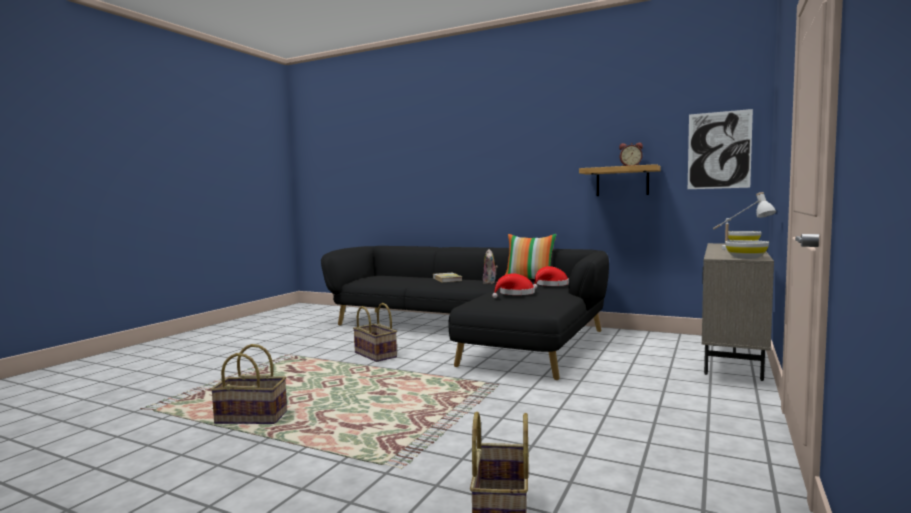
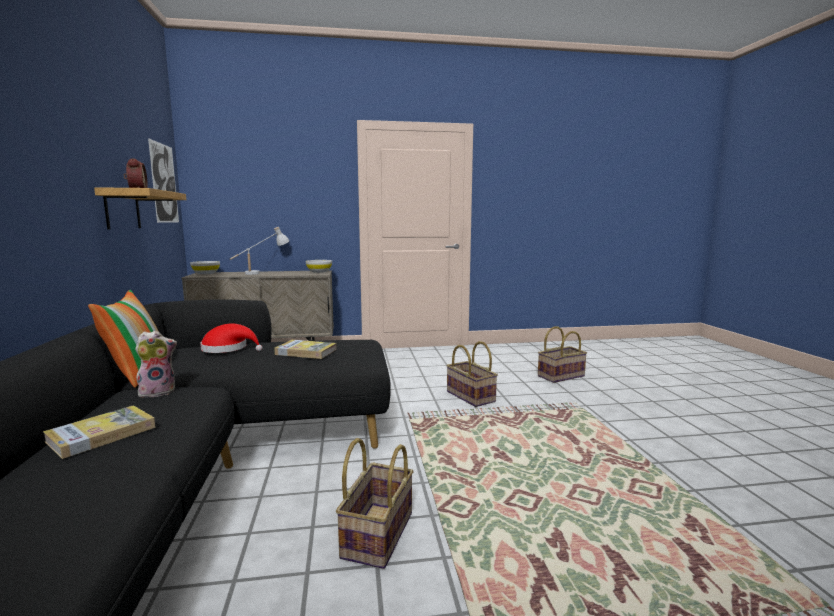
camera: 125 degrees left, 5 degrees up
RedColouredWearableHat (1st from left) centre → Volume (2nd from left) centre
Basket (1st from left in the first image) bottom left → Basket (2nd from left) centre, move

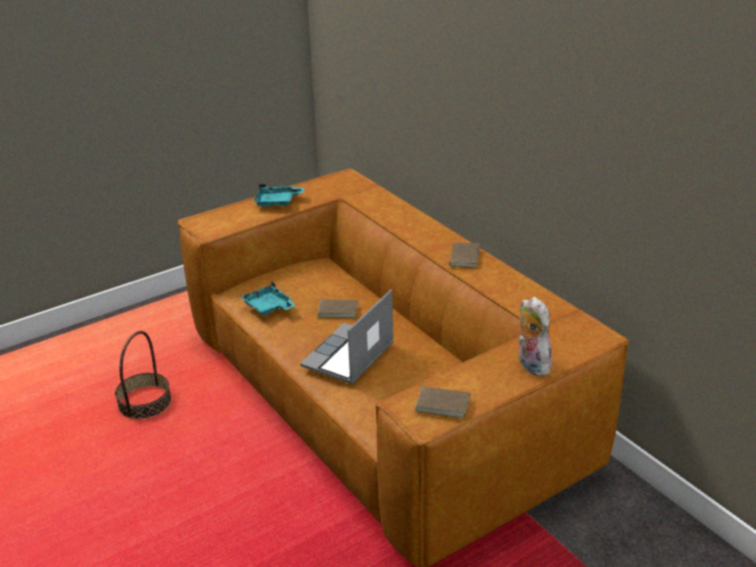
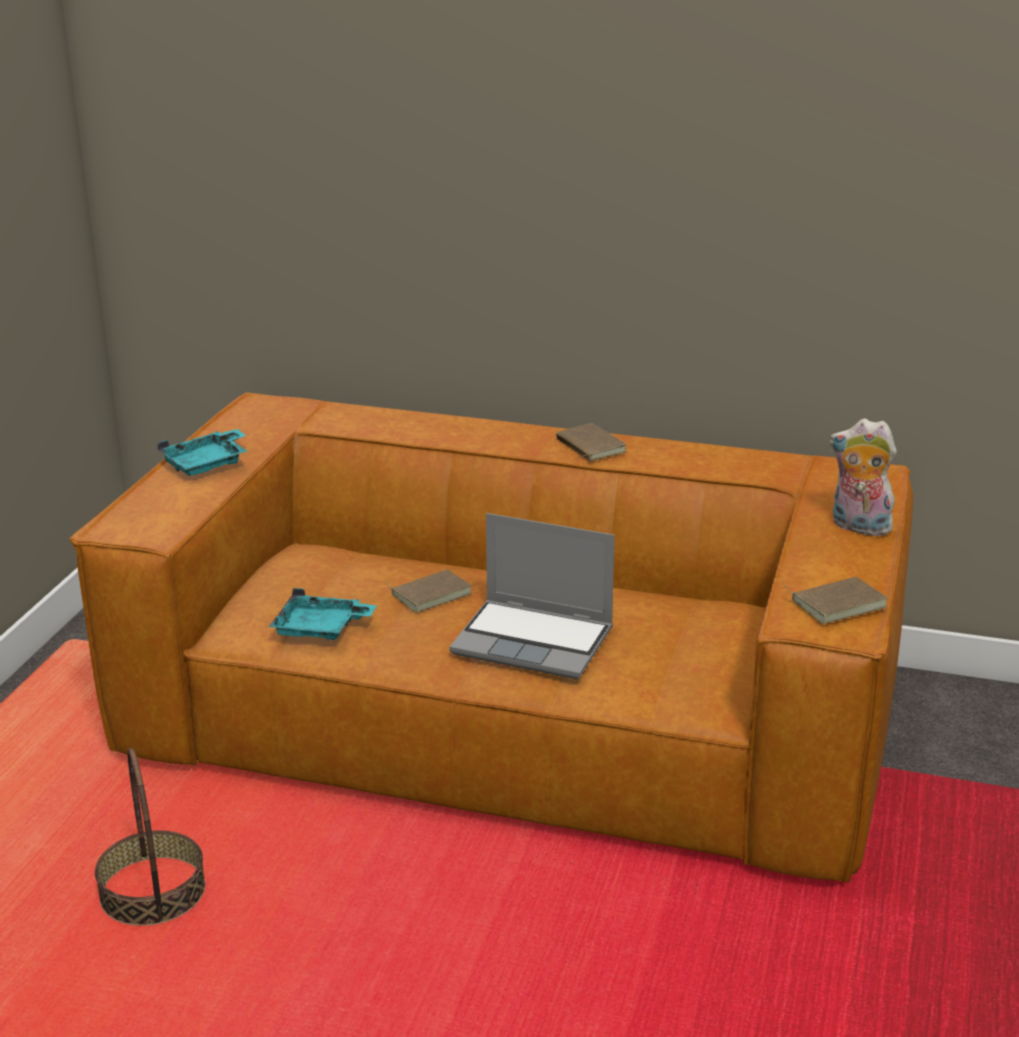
camera: 40 degrees left, 5 degrees down
NotebookComputer centre, 60 degrees counterclockwise

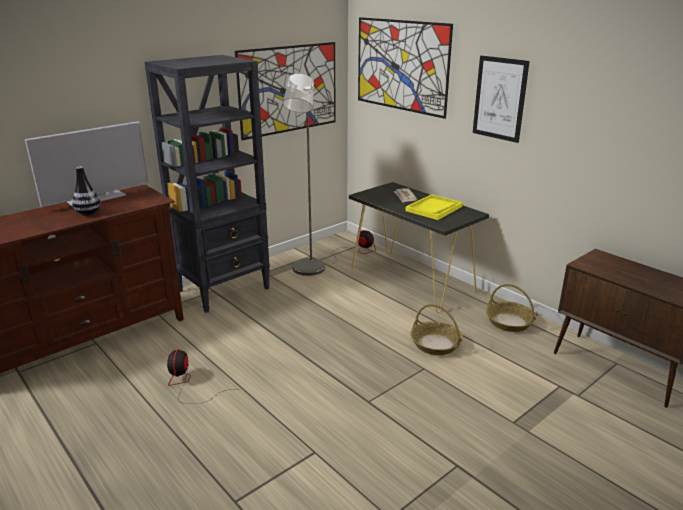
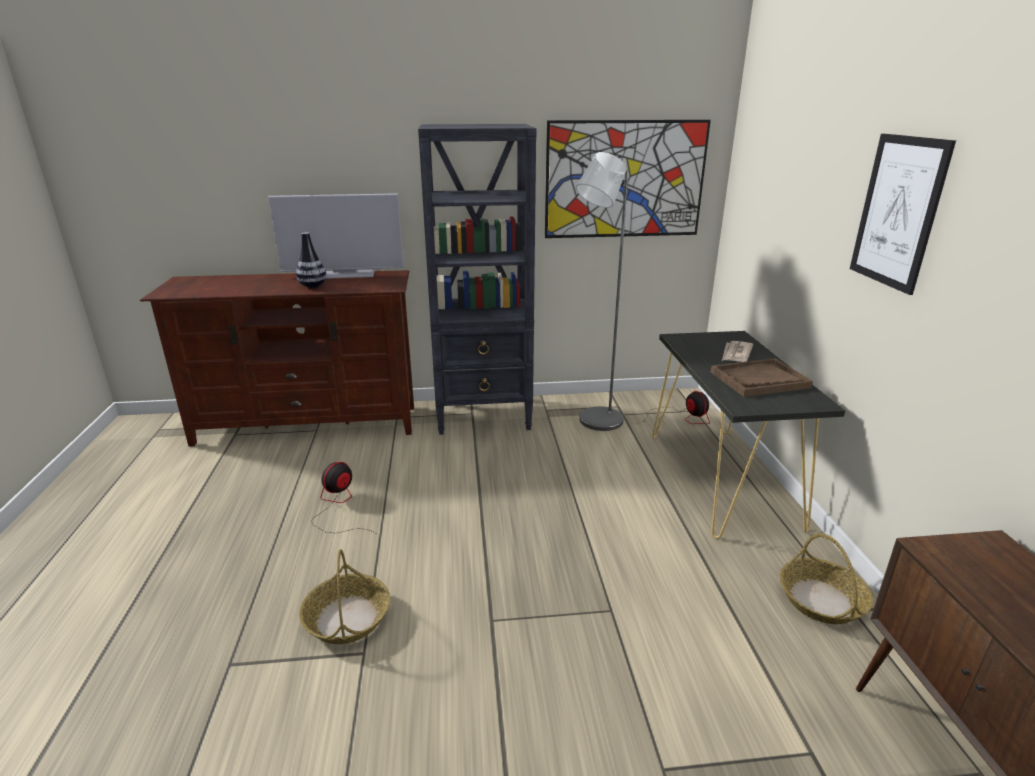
camera: 35 degrees right, 0 degrees up
Basket (1st from left) centre → Basket (1st from left) bottom left, move
YellowishCarryingTray centre → BrownishCarryingTray middle right
WallPicture (2nd from left) top centre → -

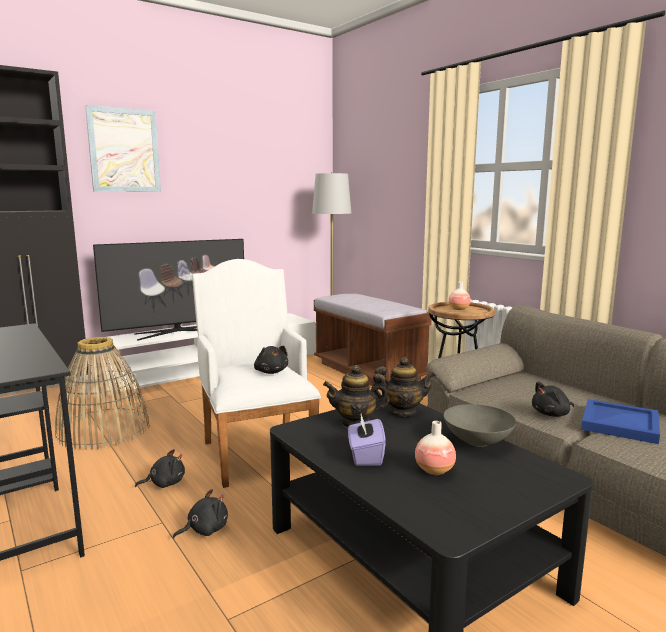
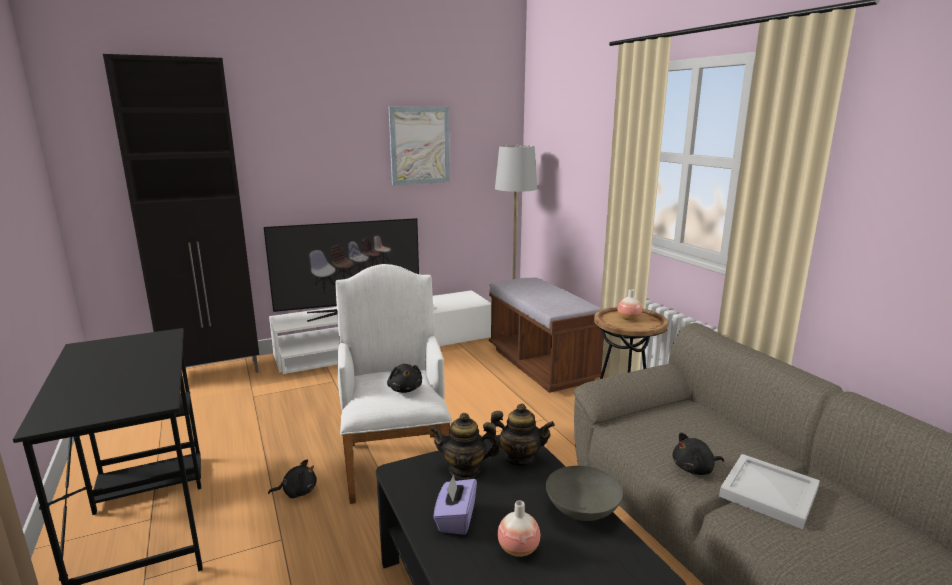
camera: 10 degrees right, 5 degrees up
WallPicture top left → WallPicture top centre, move
BlueCarryingTray middle right → WhiteColouredCarryingTray bottom right
Basket middle left → -
BlackishPlushToy (2nd from left) bottom left → -

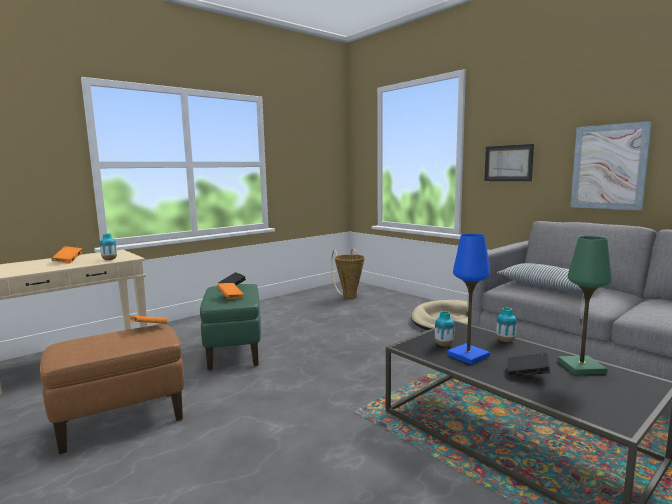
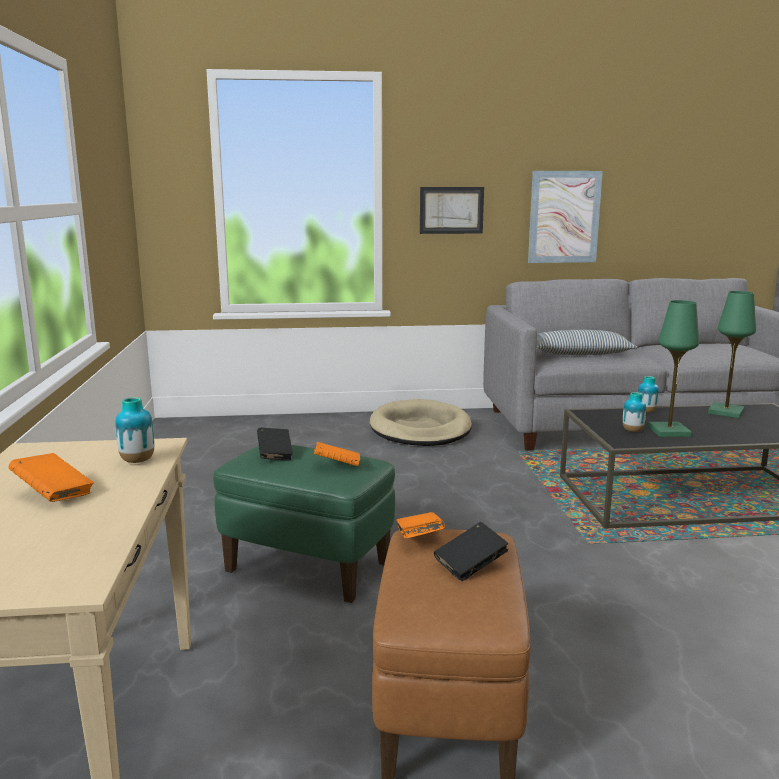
camera: 55 degrees left, 5 degrees up
BlackishVolume (2nd from left) bottom right → BlackishVolume (2nd from left) bottom centre, move
BlueTableLamp middle right → GreenColouredTableLamp (1st from left) middle right
Basket centre → -

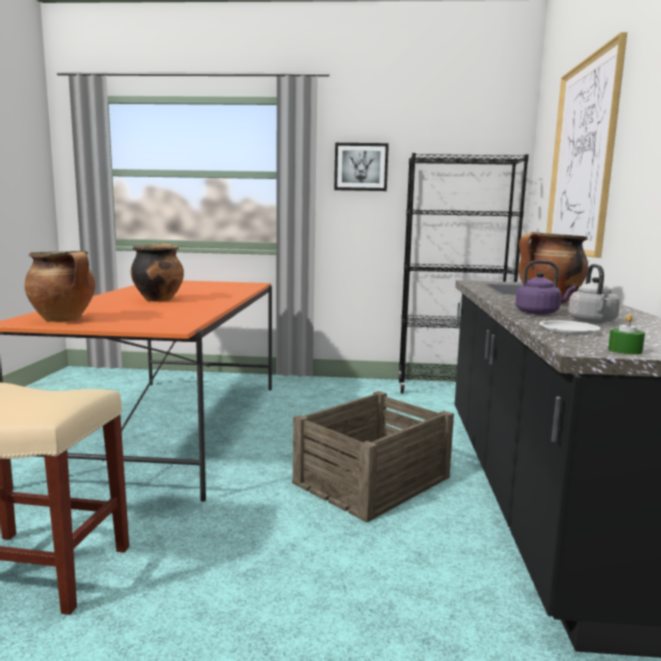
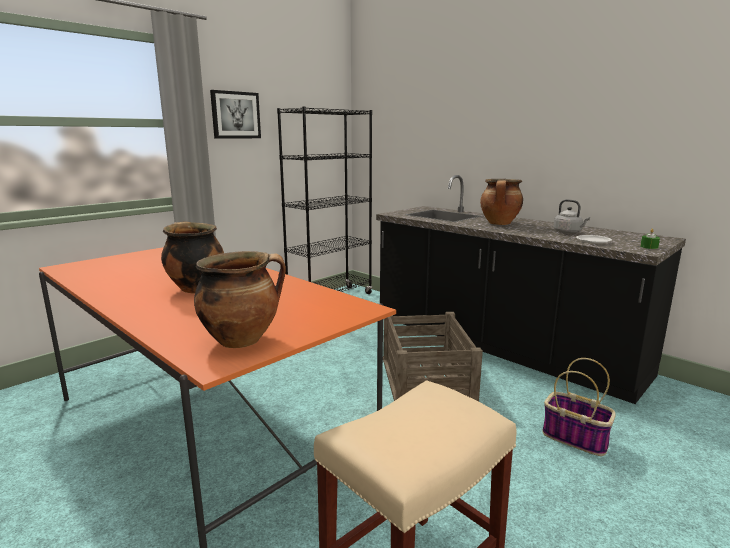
camera: 50 degrees left, 5 degrees up
- → Basket bottom right
PurplishTeaKettle middle right → -
WallPicture (2nd from left) top right → -

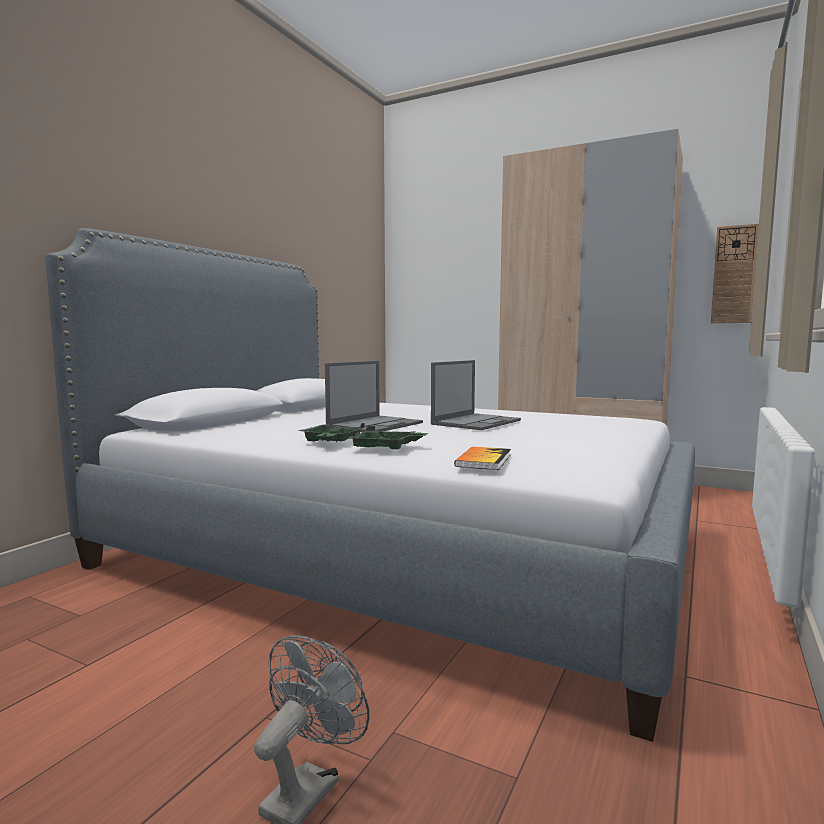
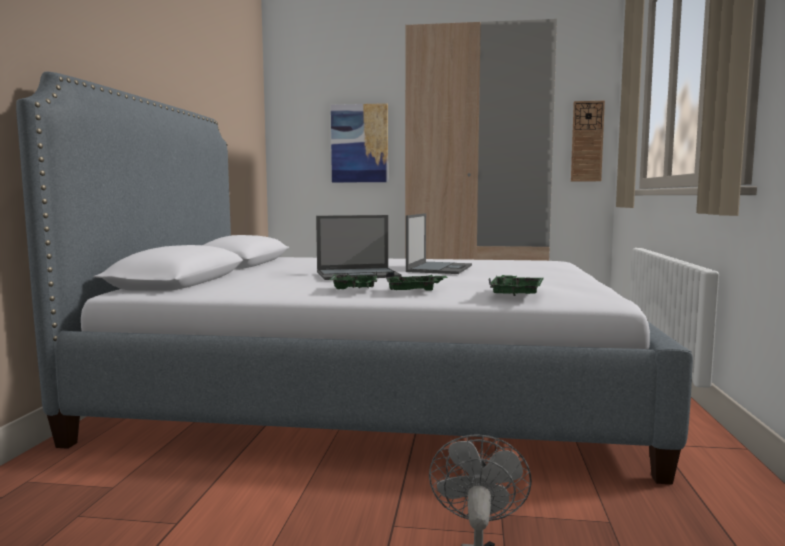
camera: 20 degrees left, 0 degrees up
NotebookComputer (1st from left) centre, 60 degrees clockwise
- → WallPicture top centre
Volume centre → GreenColouredCarryingTray (3rd from left) centre

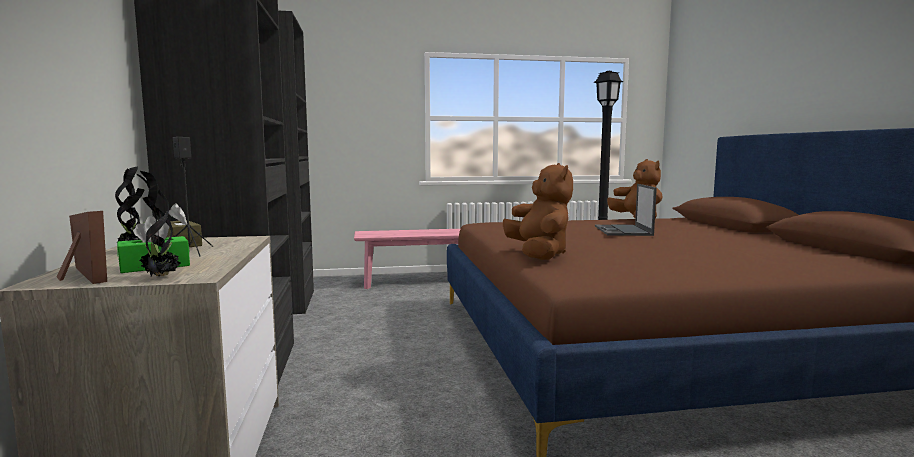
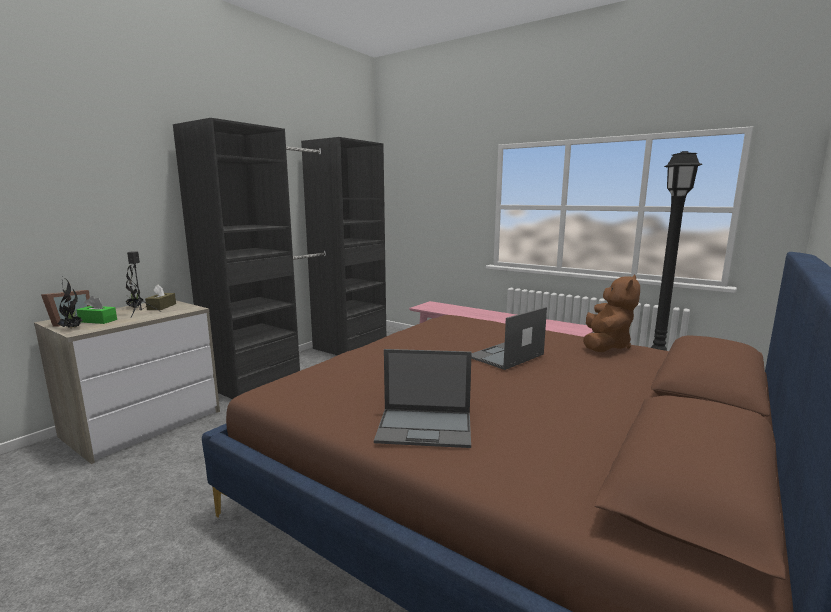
camera: 45 degrees right, 5 degrees up
- → NotebookComputer (1st from left) centre
BrownishPlushToy (1st from left) centre → -

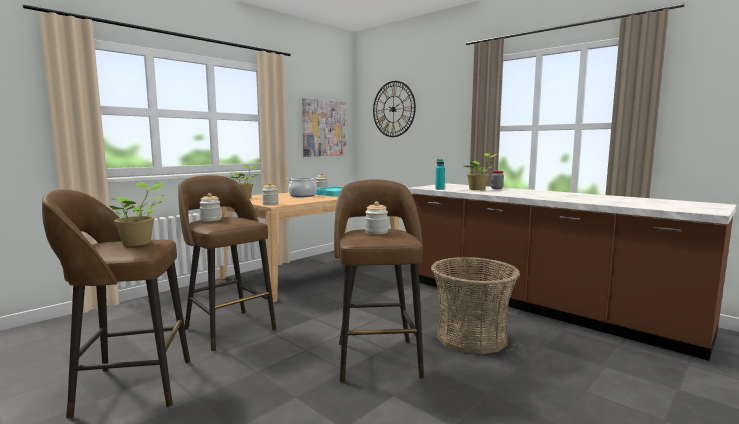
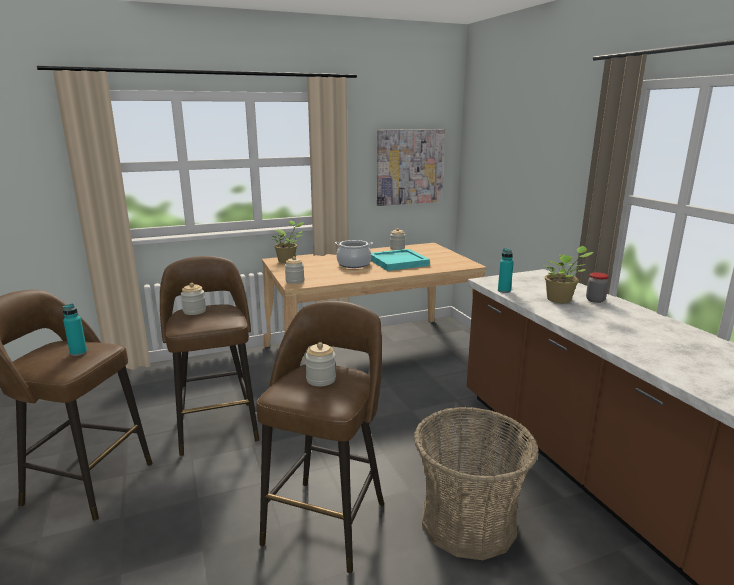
camera: 25 degrees right, 10 degrees up
PlantInAPot (1st from left) middle left → TurquoiseBottle (1st from left) middle left
HangingClock top centre → -

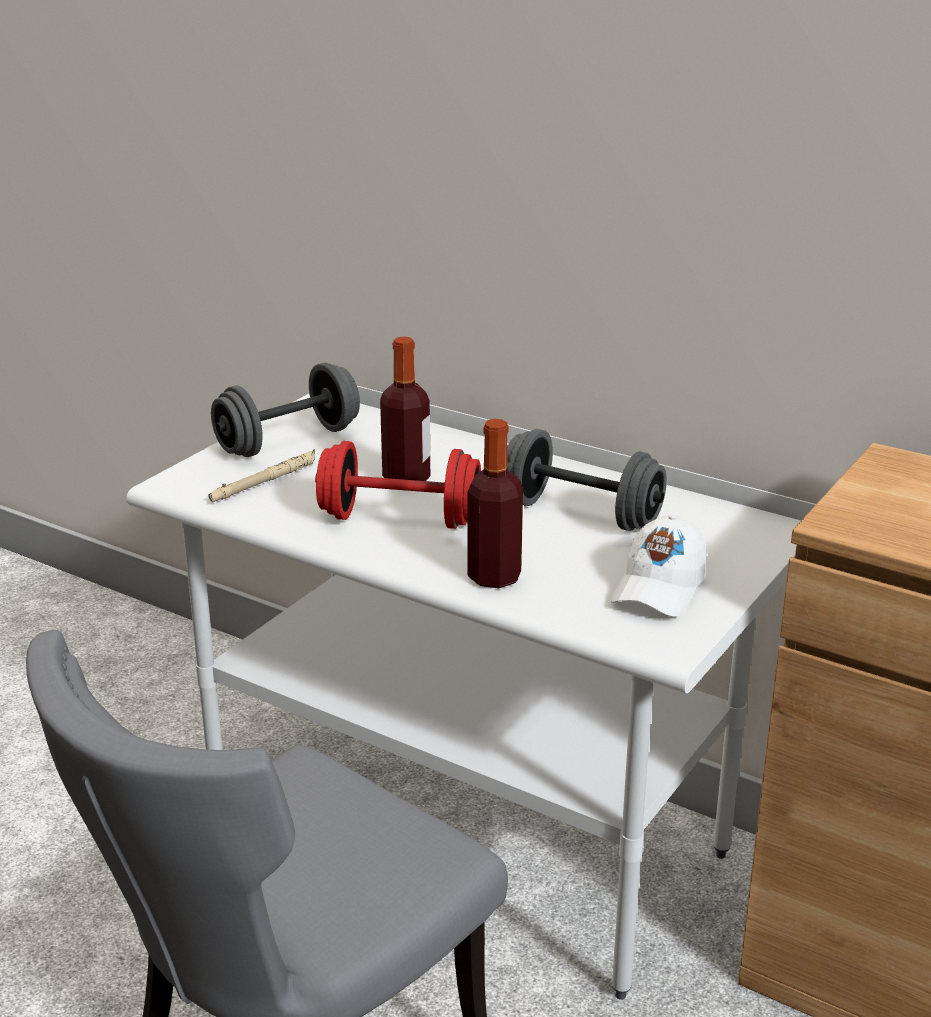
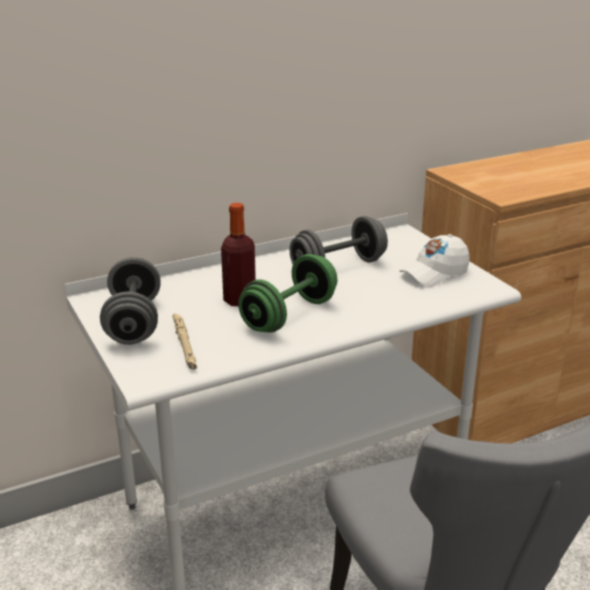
camera: 60 degrees left, 0 degrees up
RedColouredDumbbell centre → GreenColouredDumbbell centre
WhiteColouredCap middle right, 90 degrees clockwise
Bottle (2nd from left) centre → -

